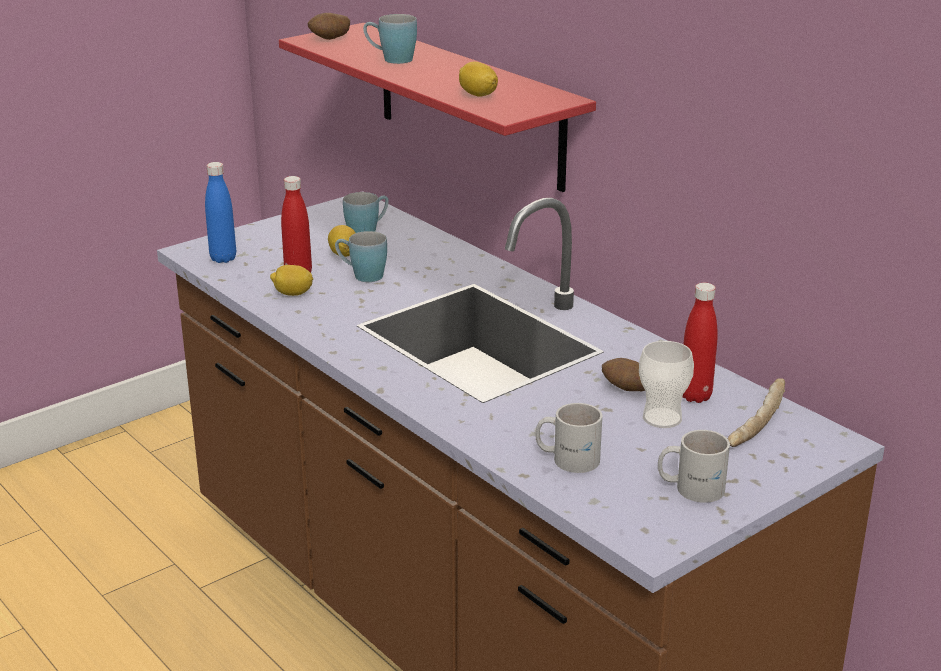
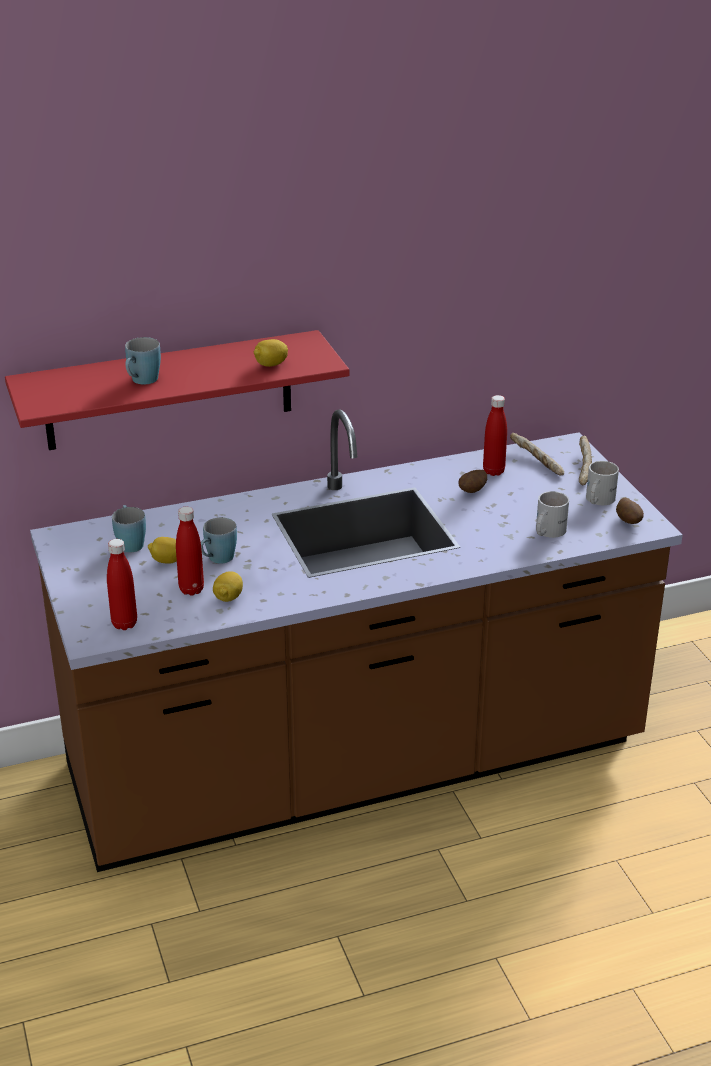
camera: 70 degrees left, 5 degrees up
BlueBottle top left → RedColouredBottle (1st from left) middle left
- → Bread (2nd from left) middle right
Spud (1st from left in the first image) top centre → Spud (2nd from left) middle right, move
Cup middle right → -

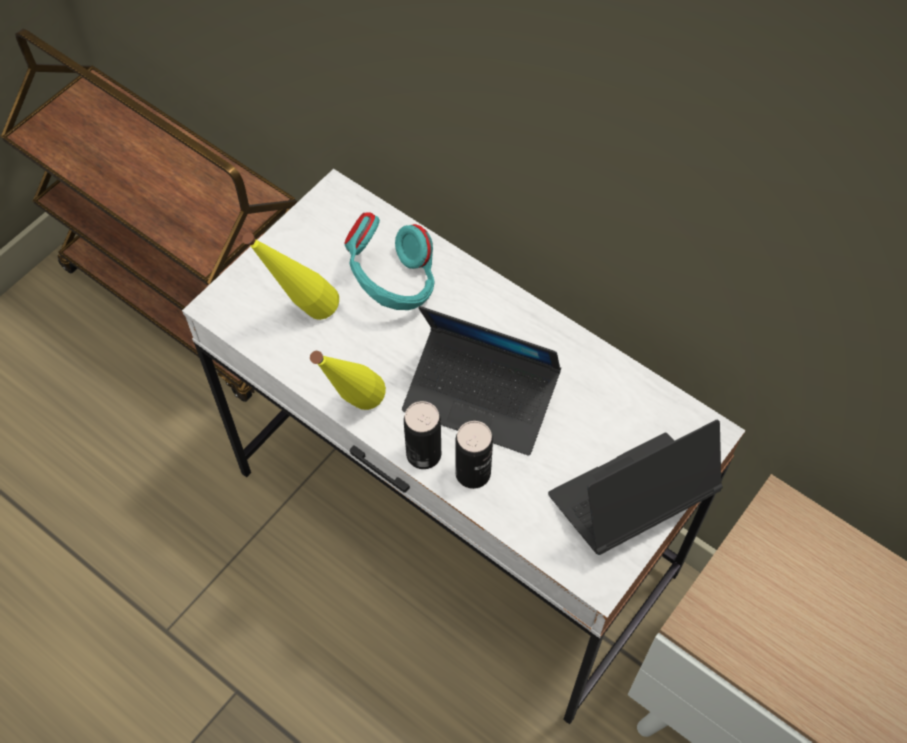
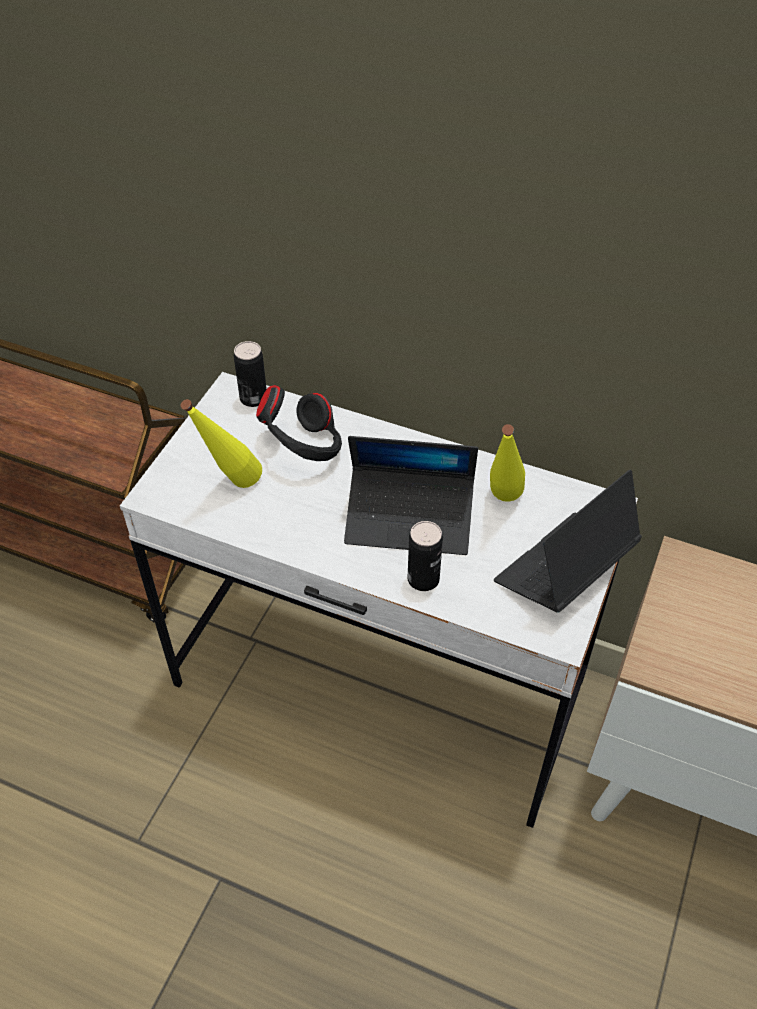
camera: 15 degrees left, 10 degrees down
SealedCan (1st from left) centre → SealedCan (1st from left) middle left, move
TurquoisePairOfHeadphones centre → BlackishPairOfHeadphones centre
YellowishBottle (2nd from left) centre → YellowishBottle (2nd from left) middle right, move

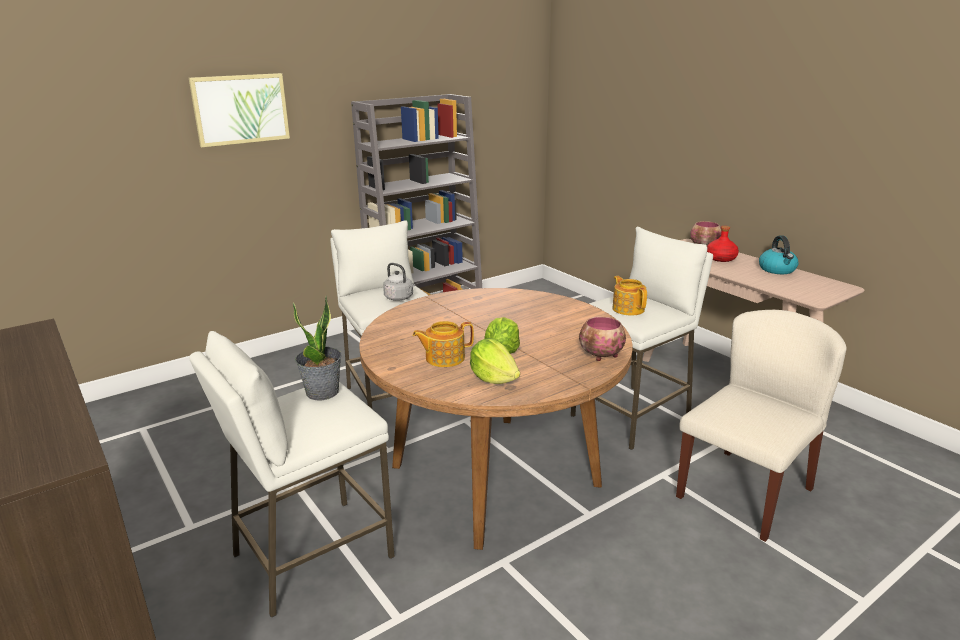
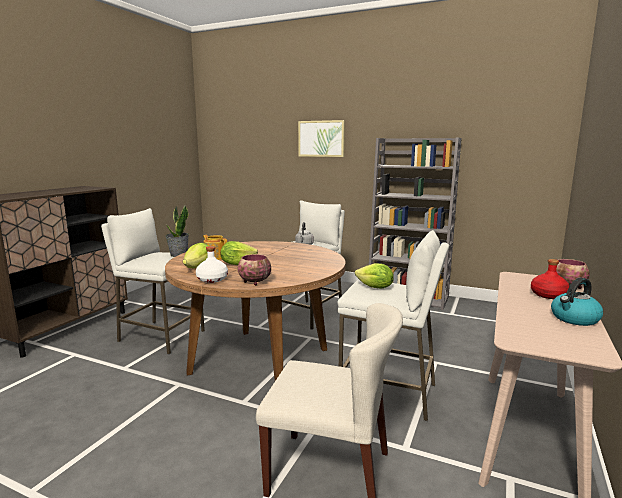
camera: 60 degrees right, 10 degrees down
- → WhiteColouredBottle centre
TeaPot (2nd from left) centre → HeadOfLettuce (3rd from left) centre

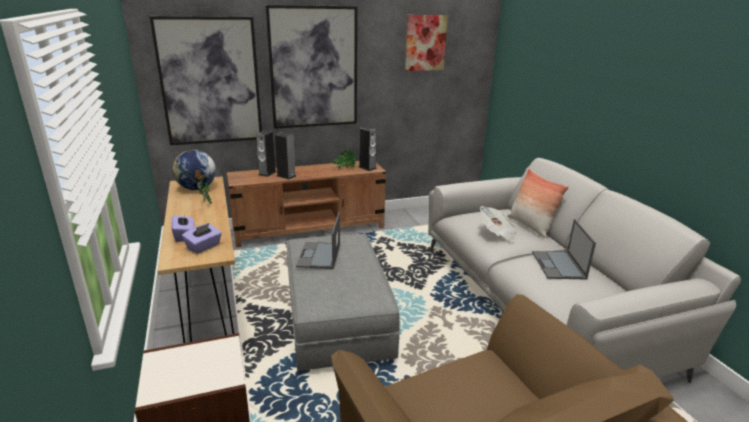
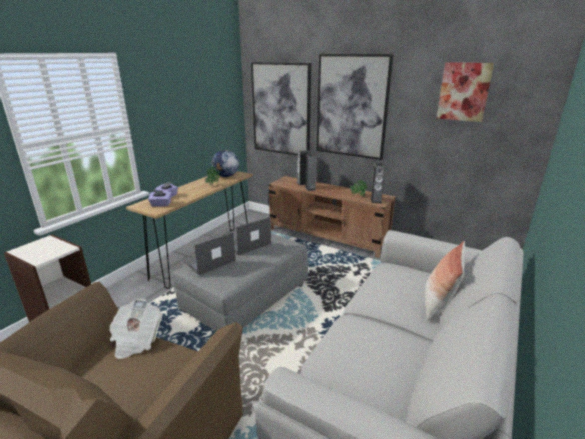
camera: 50 degrees right, 0 degrees up
PrintedPaper centre → PrintedPaper bottom left, move
NotebookComputer (2nd from left in the first image) middle right → NotebookComputer (1st from left) centre, move

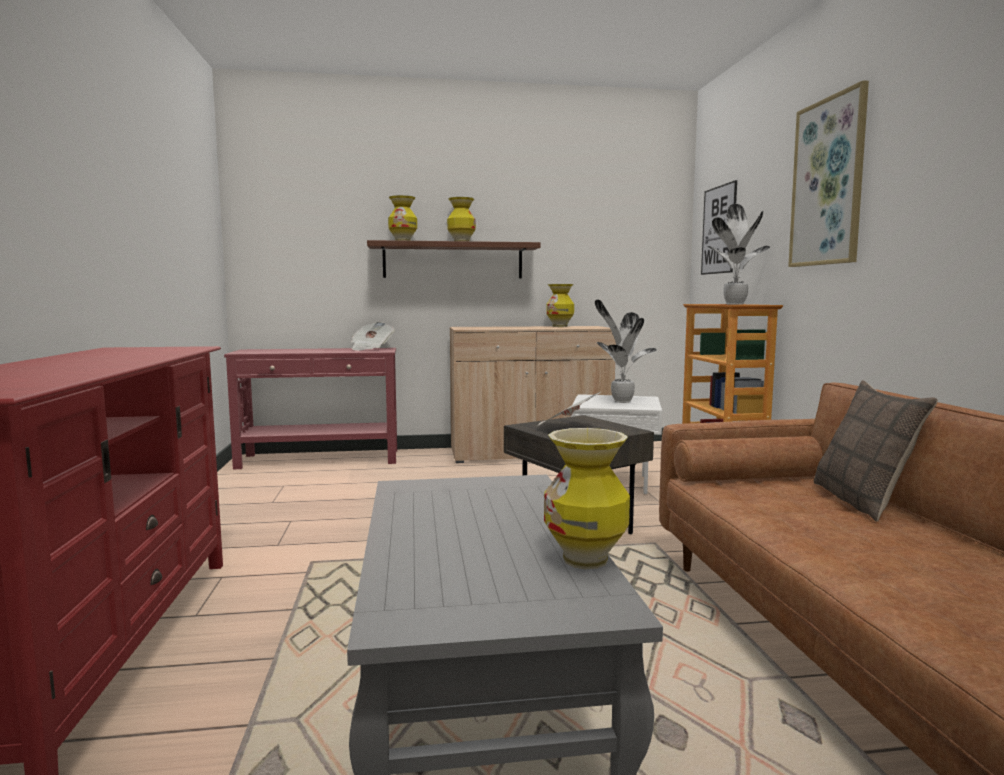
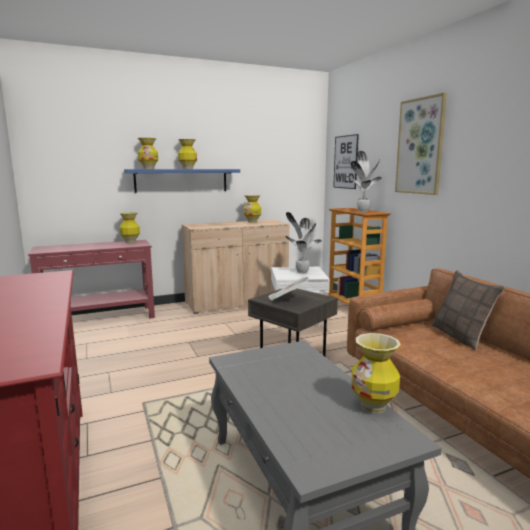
camera: 15 degrees left, 5 degrees up
PrintedPaper (1st from left) centre → FlowerVase (1st from left) middle left
BrownishShelf centre → BlueShelf centre

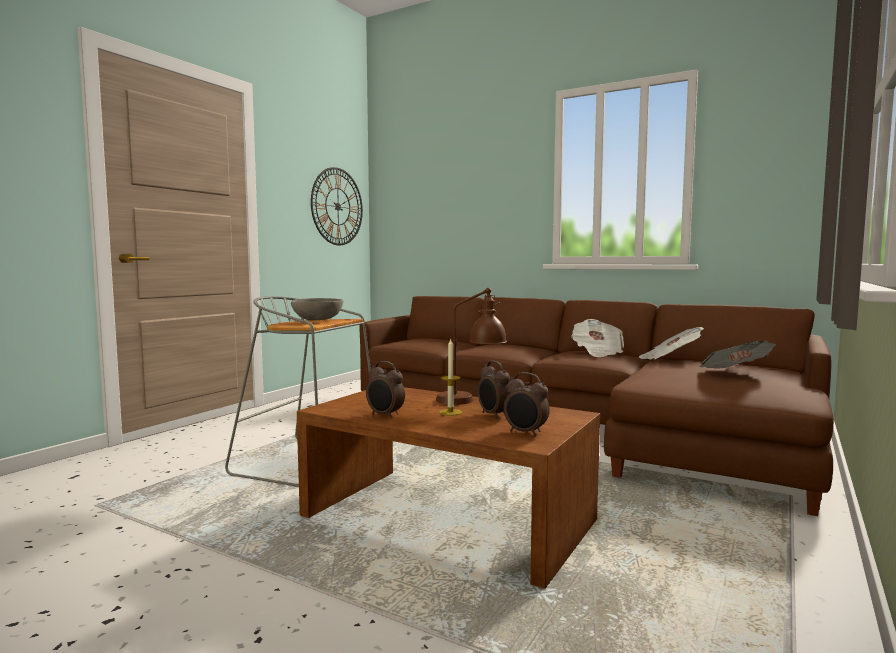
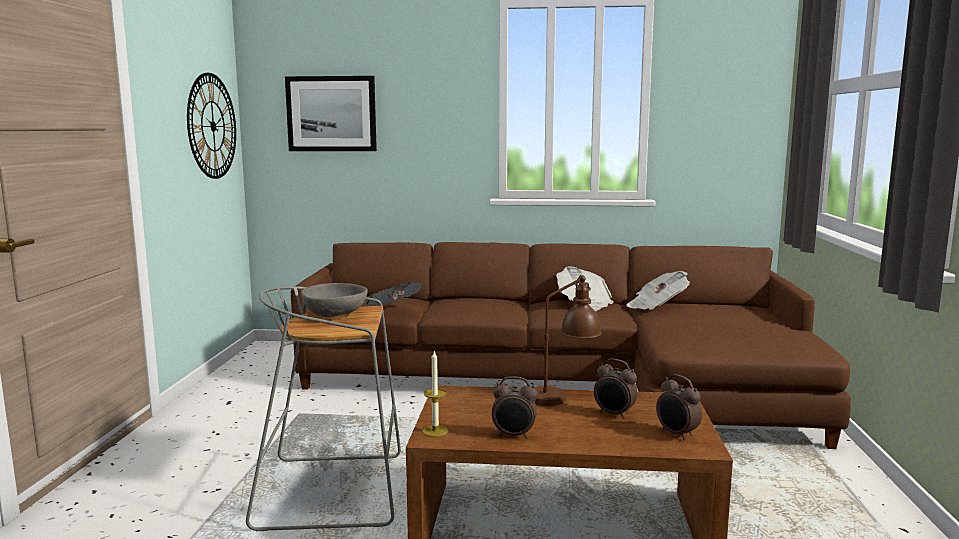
camera: 25 degrees left, 5 degrees up
- → WallPicture top centre
PrintedPaper (3rd from left in the first image) middle right → PrintedPaper (1st from left) centre, move
Candle centre → Candle bottom centre, move
TableClock (3rd from left) centre → TableClock (3rd from left) bottom right, 45 degrees clockwise

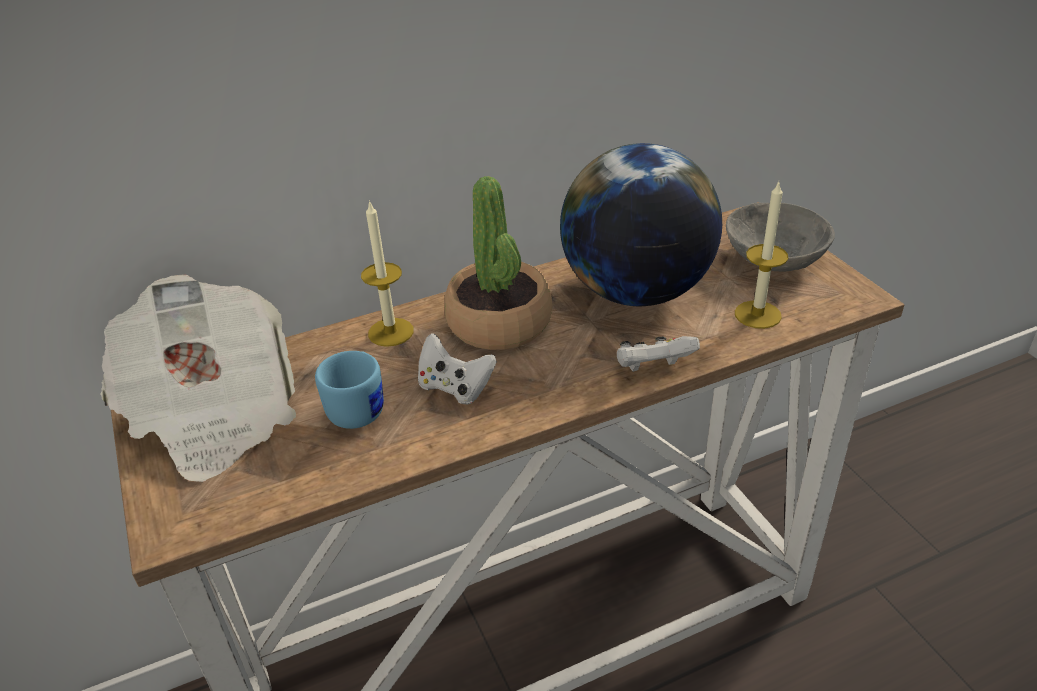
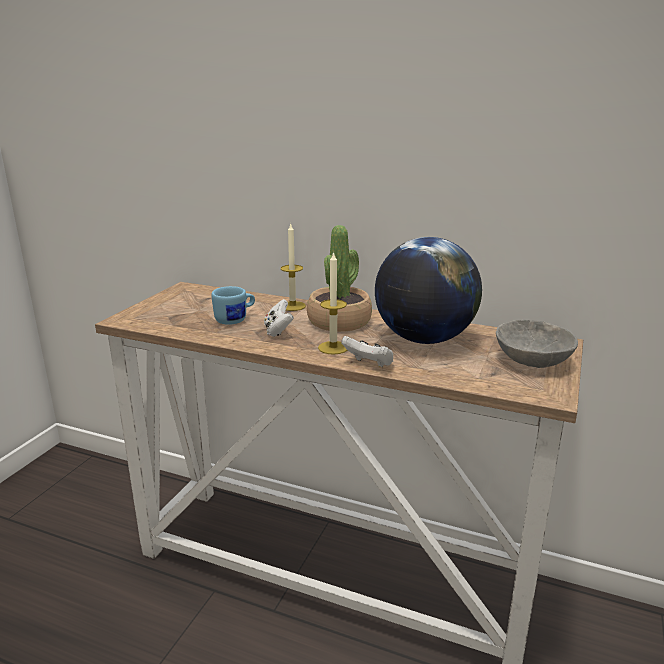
camera: 45 degrees right, 15 degrees down
Candle (2nd from left) middle right → Candle (2nd from left) centre, move
PrintedPaper middle left → -

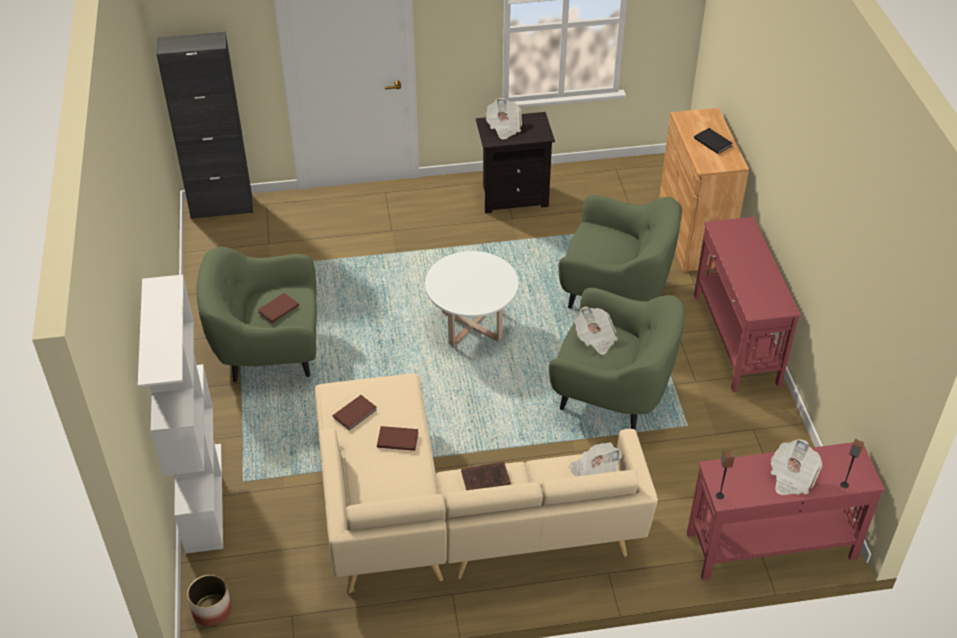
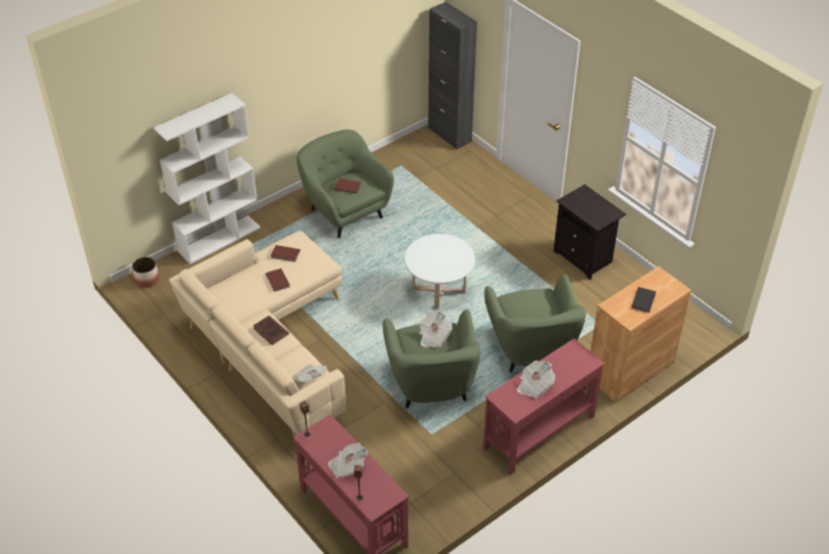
camera: 60 degrees right, 0 degrees up
PrintedPaper (1st from left in the first image) top centre → PrintedPaper (4th from left) bottom centre, move

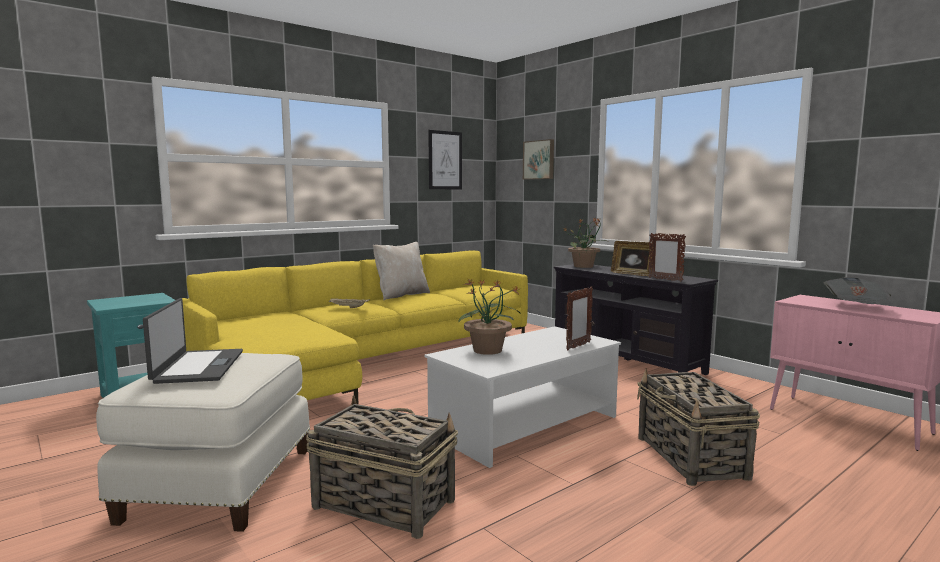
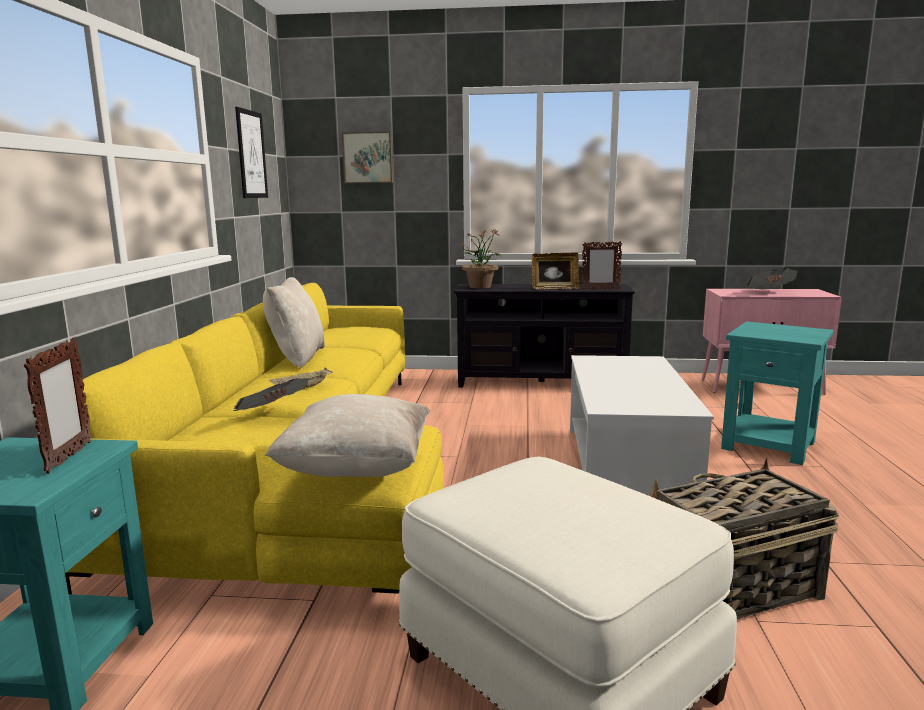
camera: 45 degrees left, 5 degrees up
PhotoFrame (1st from left) centre → PhotoFrame (1st from left) middle left, move
- → PrintedPaper (1st from left) middle left
- → SandColouredPillow (2nd from left) centre
Basket (2nd from left) bottom right → TurquoiseAccentTable (2nd from left) middle right
NotebookComputer middle left → -
PlantInAPot (1st from left) centre → -

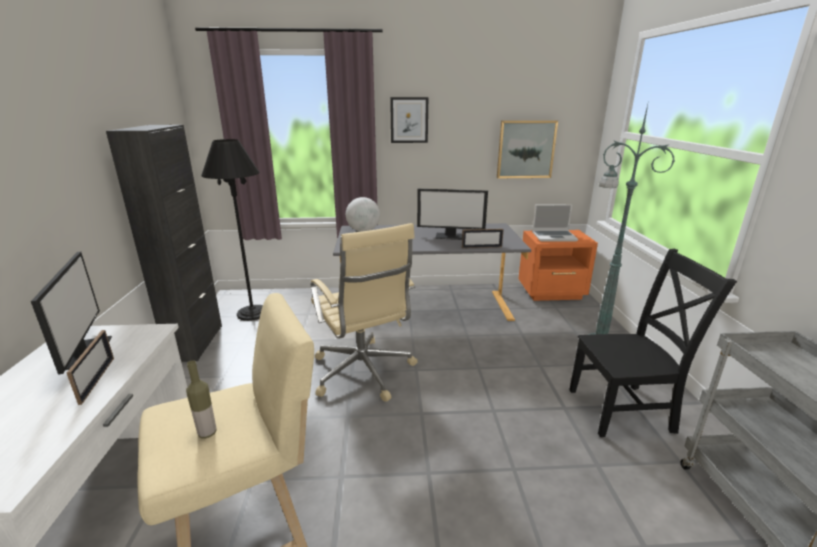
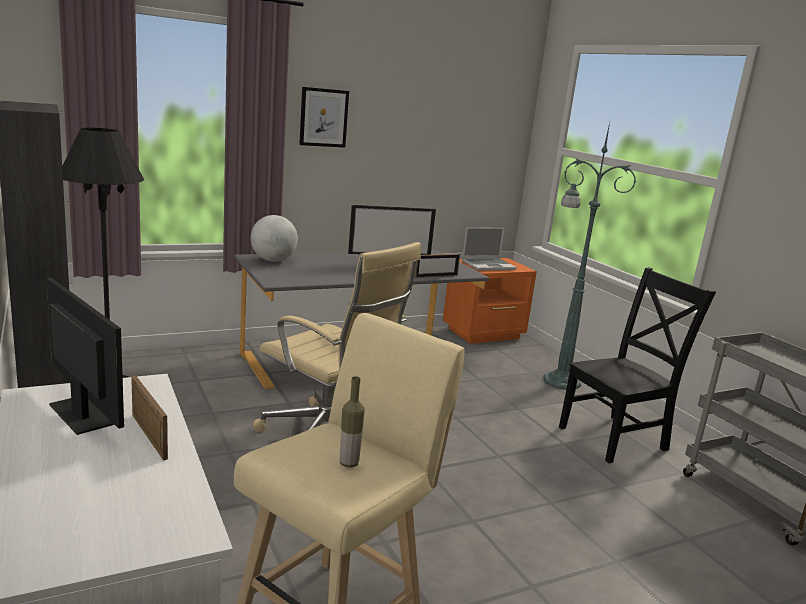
camera: 25 degrees left, 5 degrees down
WallPicture (2nd from left) top centre → -

